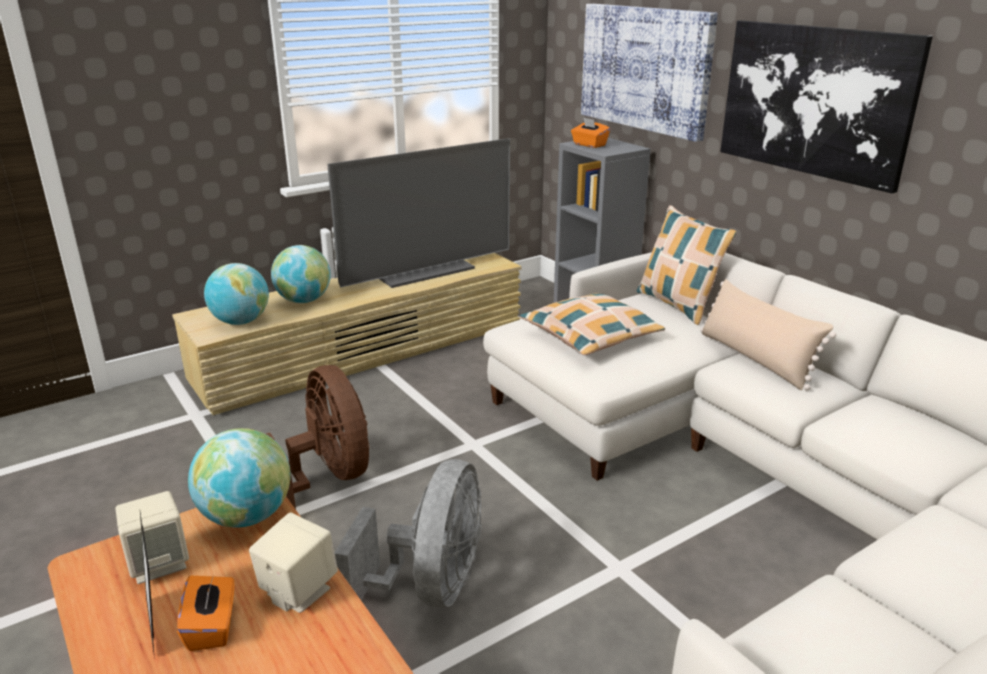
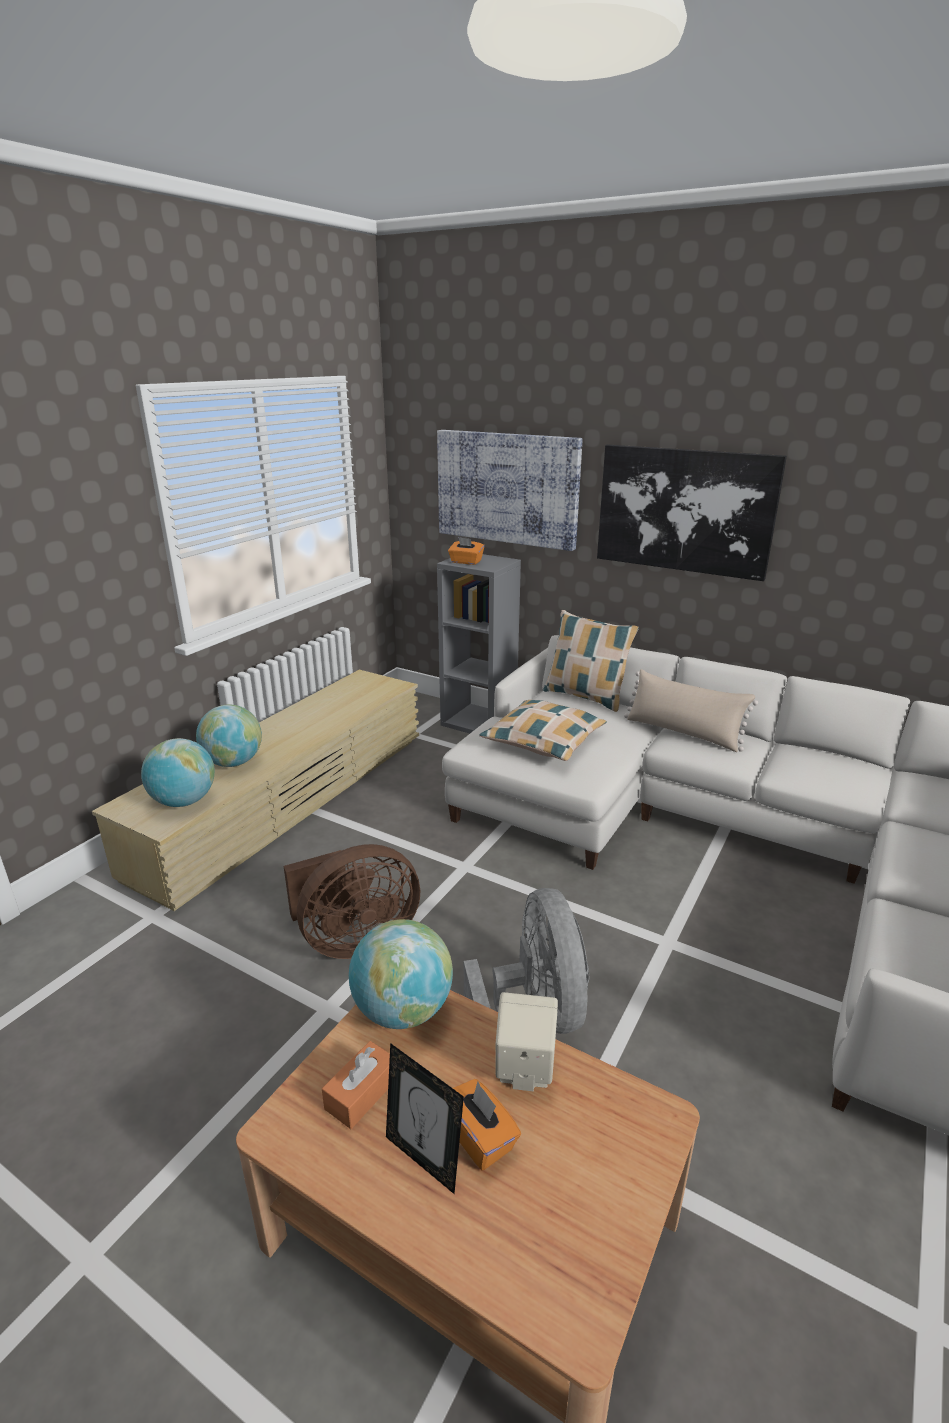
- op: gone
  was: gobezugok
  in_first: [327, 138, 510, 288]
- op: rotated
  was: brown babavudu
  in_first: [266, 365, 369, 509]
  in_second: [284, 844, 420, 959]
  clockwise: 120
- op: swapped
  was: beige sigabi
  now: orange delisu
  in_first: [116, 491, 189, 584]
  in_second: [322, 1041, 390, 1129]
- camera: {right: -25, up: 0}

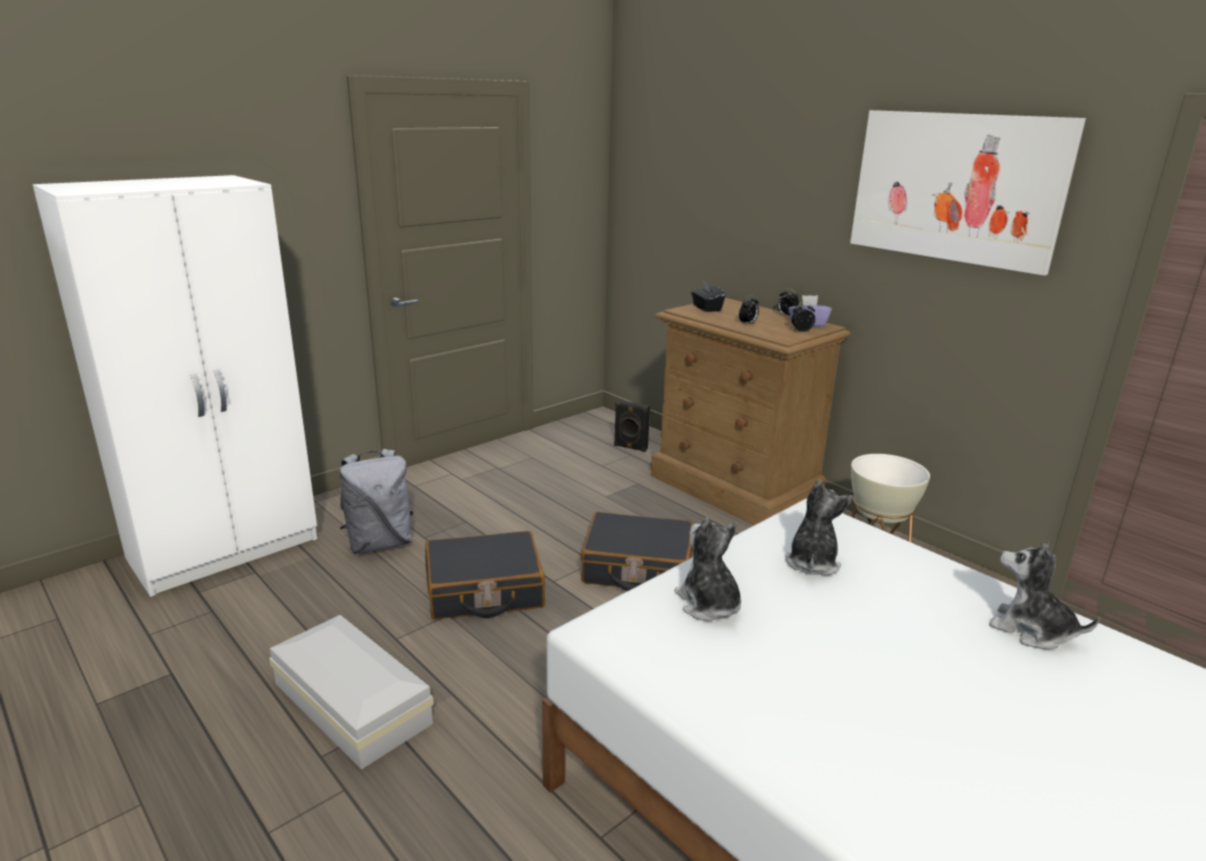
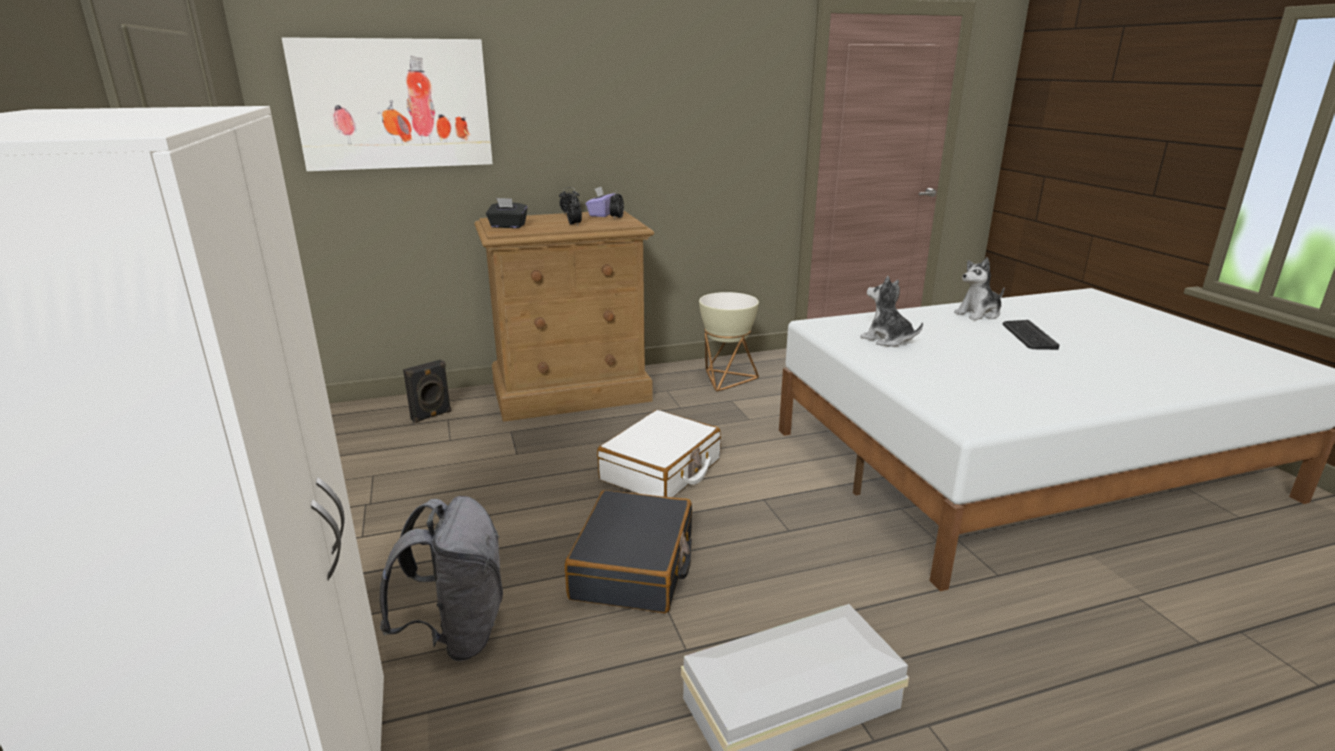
- op: shifted
  was: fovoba
  in_first: [850, 110, 1086, 276]
  in_second: [282, 37, 493, 171]
- op: repainted
  was: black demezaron
  now: white demezaron
  in_first: [581, 512, 693, 591]
  in_second: [597, 410, 721, 498]
- op: gone
  was: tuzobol
  in_first: [675, 517, 741, 621]
- op: new
  now: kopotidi
  in_second: [1003, 320, 1059, 350]
- camera: {right: -65, up: 0}

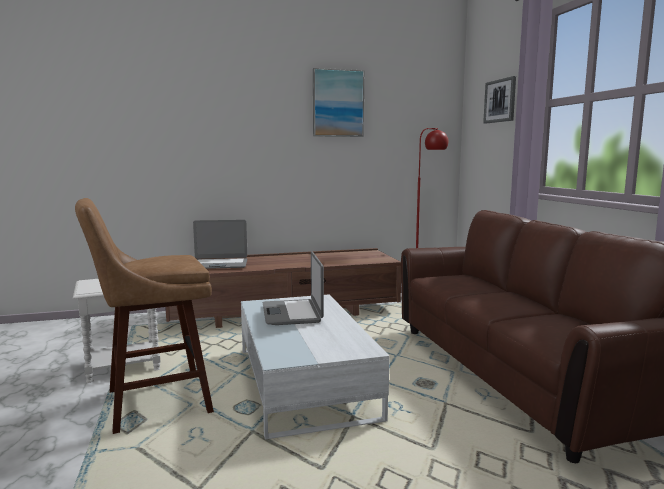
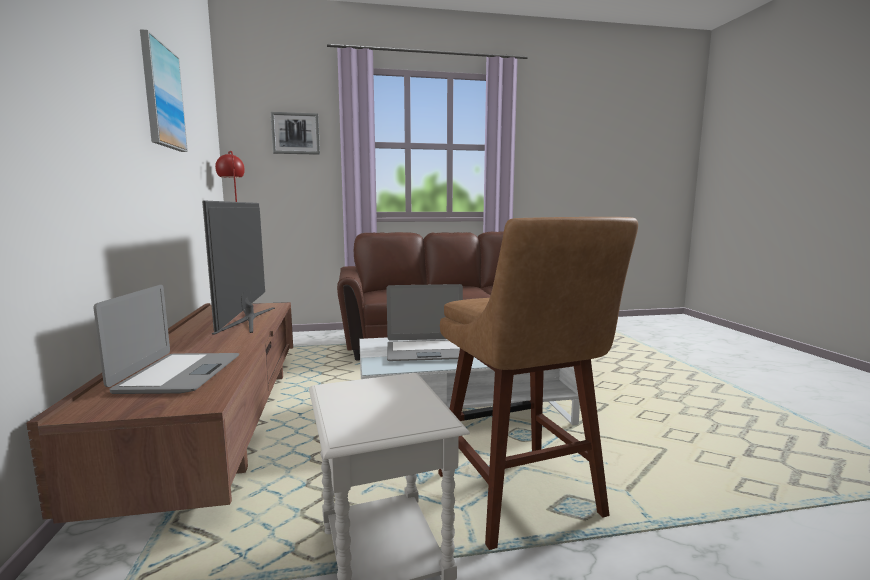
- op: new
  now: gobezugok
  in_second: [202, 200, 275, 335]
- camera: {right: -85, up: 0}

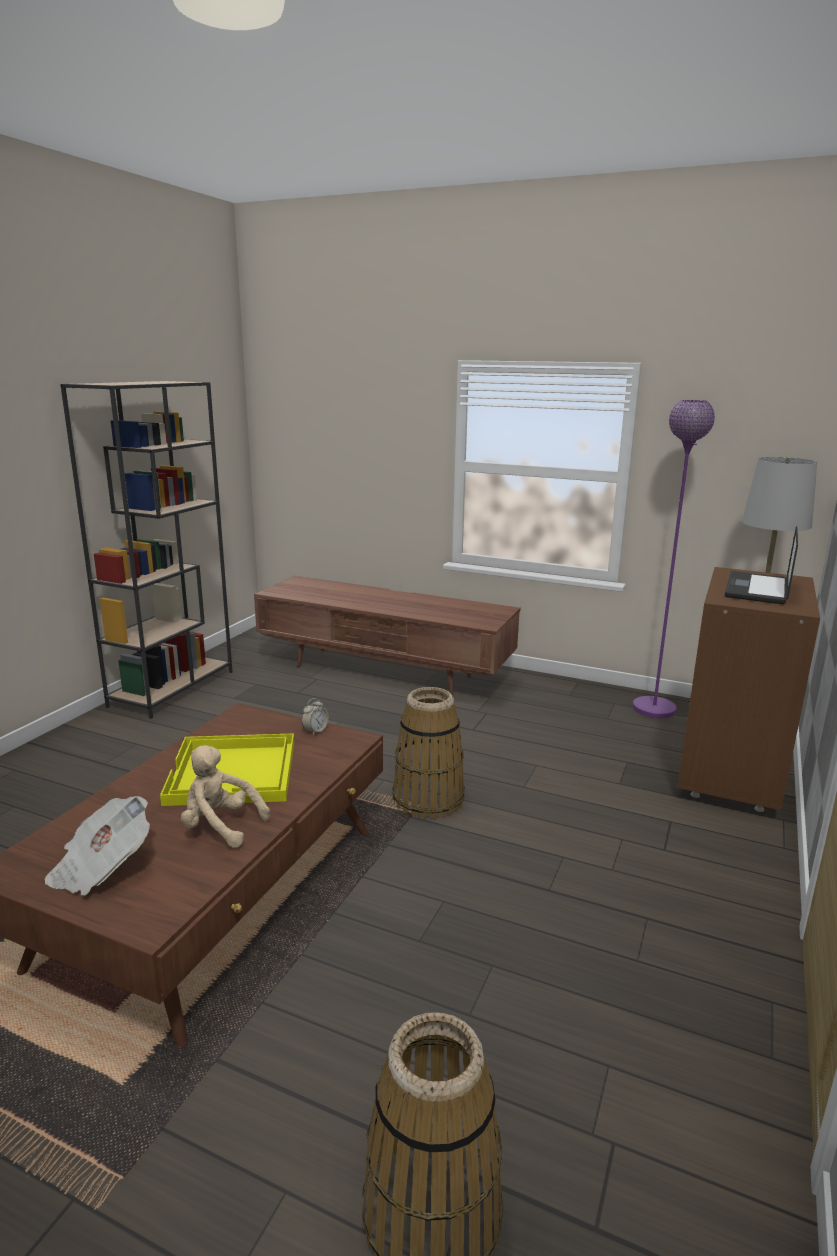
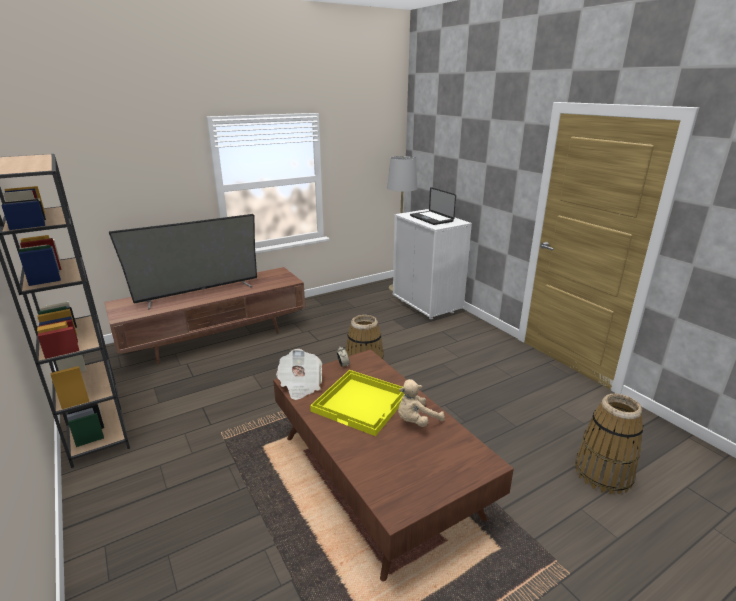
- op: gone
  was: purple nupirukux
  in_first: [633, 400, 715, 718]
- op: repainted
  was: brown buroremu
  now: white buroremu
  in_first: [677, 567, 820, 812]
  in_second: [393, 209, 472, 320]
- op: shifted
  was: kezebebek
  in_first: [45, 796, 150, 896]
  in_second: [276, 349, 322, 400]
- op: new
  now: gobezugok
  in_second: [109, 214, 257, 310]
- camera: {right: -55, up: 5}

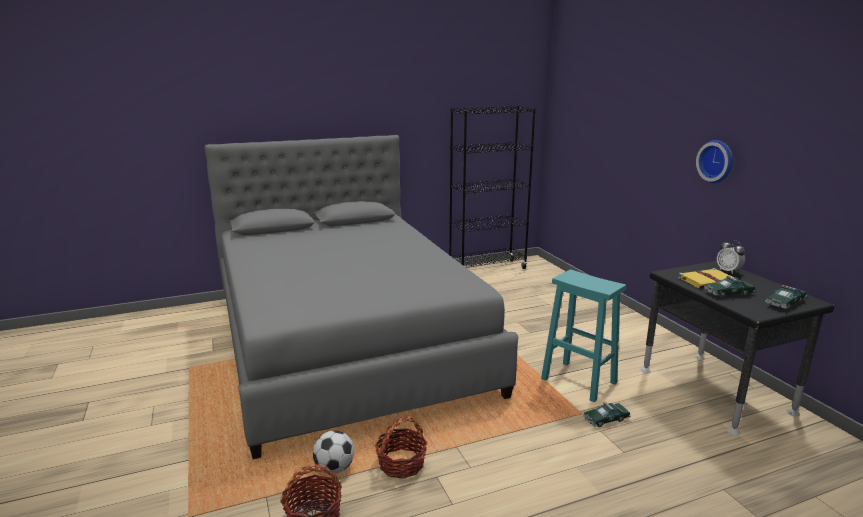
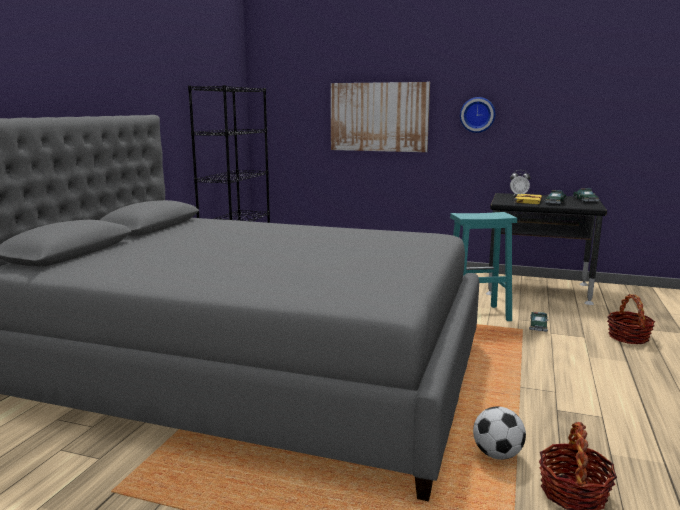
- op: shifted
  was: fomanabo
  in_first: [375, 416, 428, 479]
  in_second: [607, 294, 655, 345]
- op: new
  now: fovoba
  in_second: [331, 82, 430, 152]
- camera: {right: -50, up: -5}

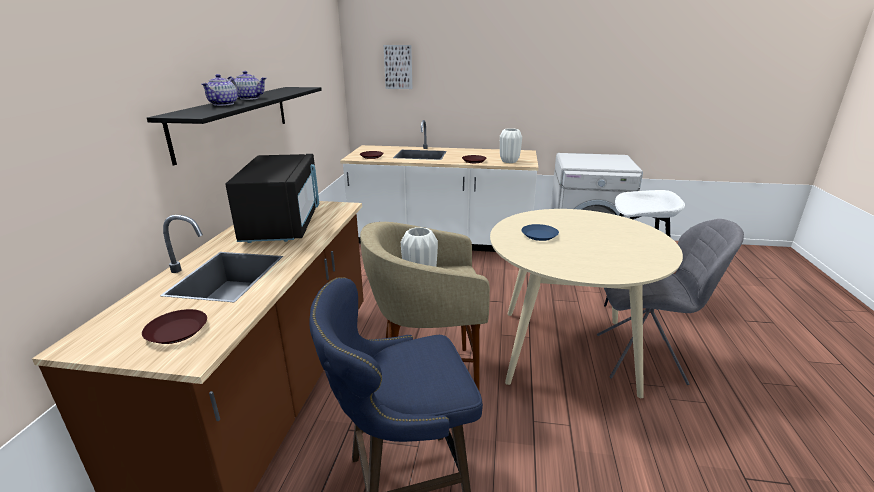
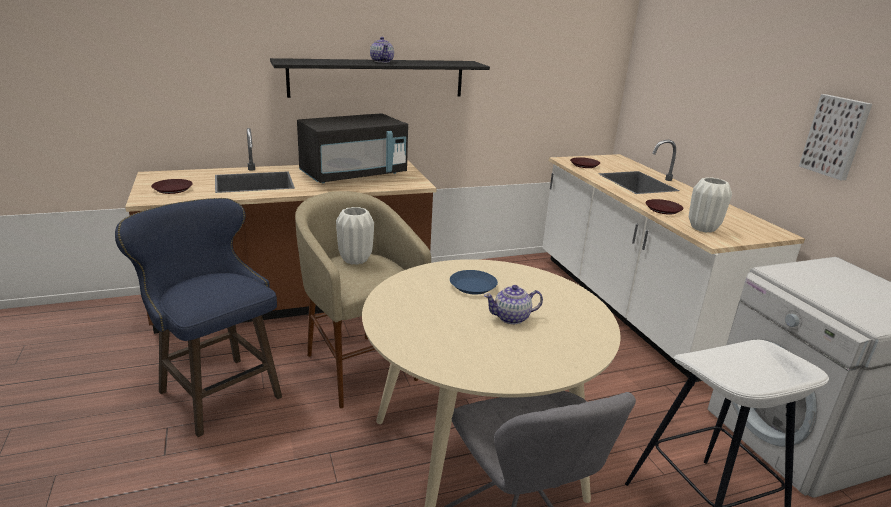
- op: shifted
  was: fovoba
  in_first: [384, 45, 412, 89]
  in_second: [799, 94, 872, 180]
- op: shifted
  was: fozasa
  in_first: [201, 74, 238, 106]
  in_second: [484, 285, 543, 324]
- camera: {right: 60, up: 0}

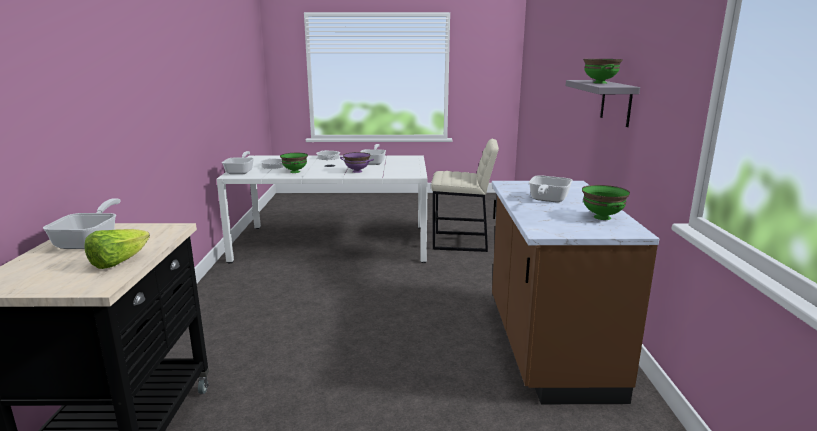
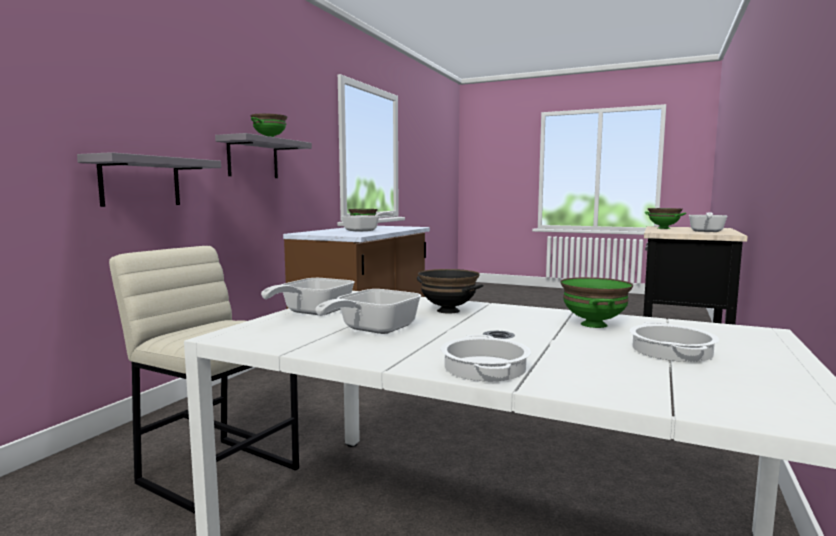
- op: shifted
  was: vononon
  in_first: [222, 151, 254, 174]
  in_second: [261, 278, 355, 315]
- op: repainted
  was: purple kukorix
  now: black kukorix
  in_first: [340, 152, 374, 173]
  in_second: [417, 269, 483, 313]
- op: swapped
  was: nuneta
  now: green kukorix
  in_first: [84, 229, 150, 269]
  in_second: [645, 208, 686, 229]
- op: new
  now: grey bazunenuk
  in_second: [77, 152, 221, 207]
- camera: {right: -155, up: -10}

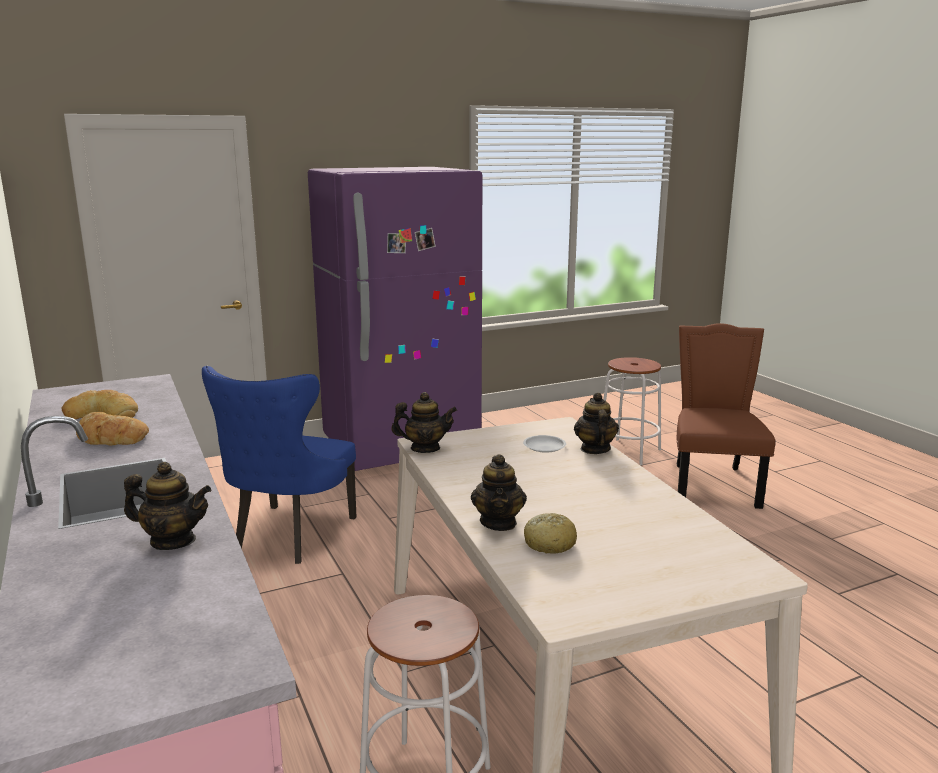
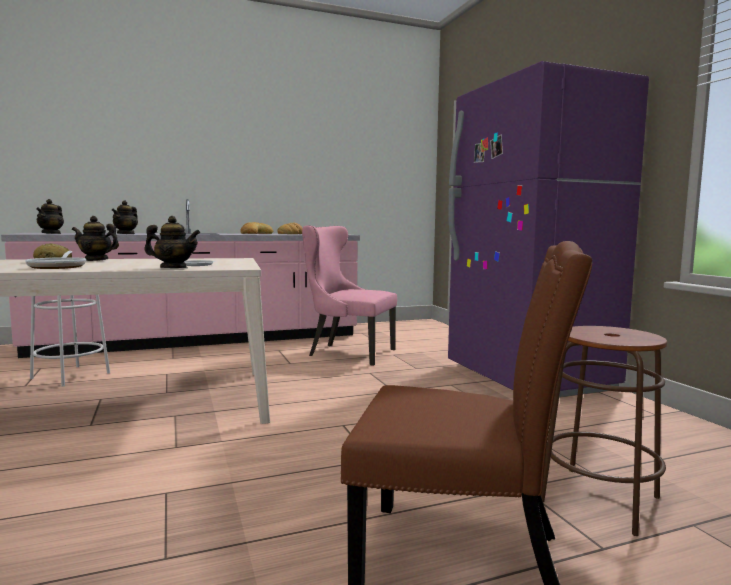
- op: repainted
  was: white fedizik
  now: brown fedizik
  in_first: [604, 357, 661, 465]
  in_second: [541, 326, 667, 536]
- op: repainted
  was: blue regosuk
  now: pink regosuk
  in_first: [202, 366, 356, 564]
  in_second: [302, 225, 397, 366]
- op: shifted
  was: fozasa
  in_first: [391, 392, 457, 453]
  in_second: [36, 199, 64, 234]
- op: new
  now: vononon
  in_second: [25, 251, 86, 269]
- camera: {right: 95, up: -10}

